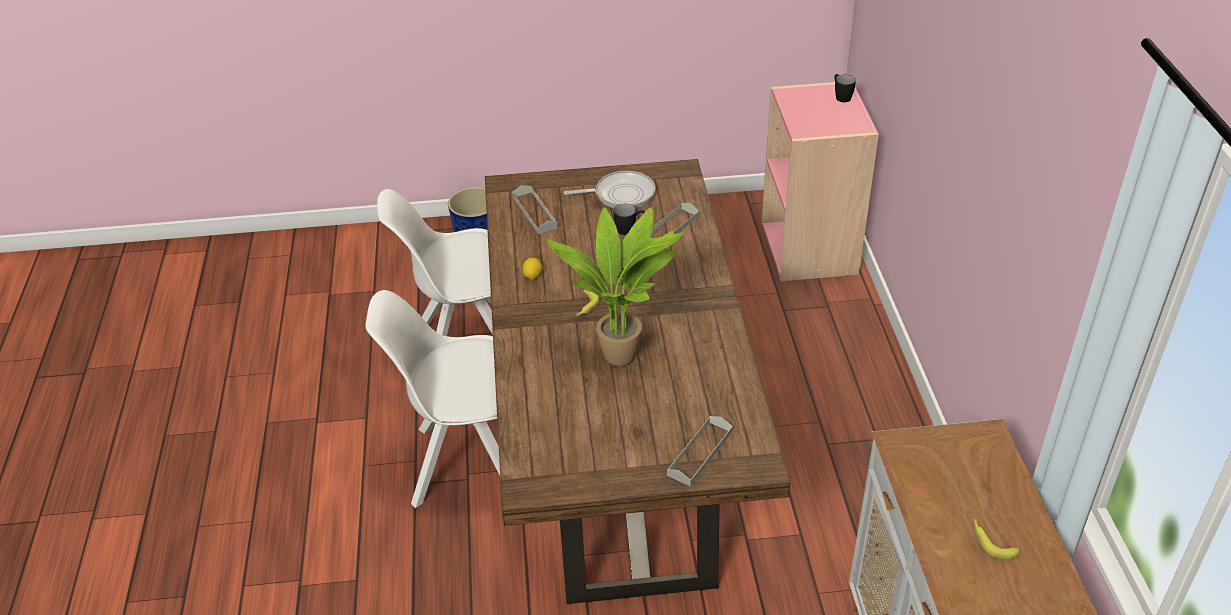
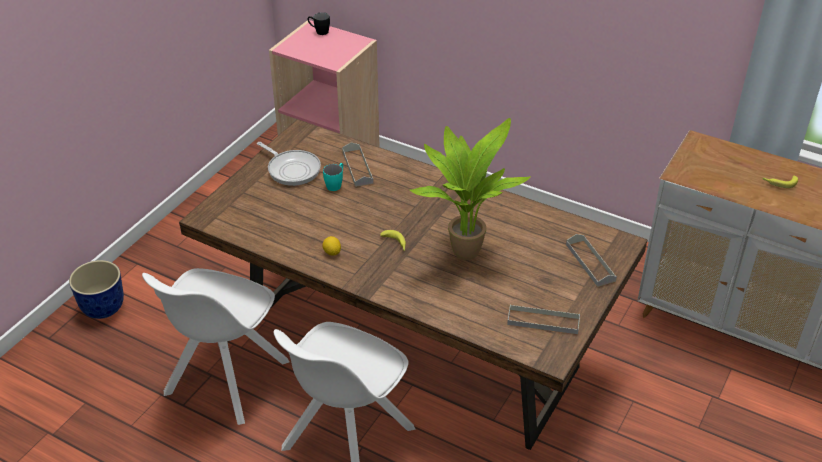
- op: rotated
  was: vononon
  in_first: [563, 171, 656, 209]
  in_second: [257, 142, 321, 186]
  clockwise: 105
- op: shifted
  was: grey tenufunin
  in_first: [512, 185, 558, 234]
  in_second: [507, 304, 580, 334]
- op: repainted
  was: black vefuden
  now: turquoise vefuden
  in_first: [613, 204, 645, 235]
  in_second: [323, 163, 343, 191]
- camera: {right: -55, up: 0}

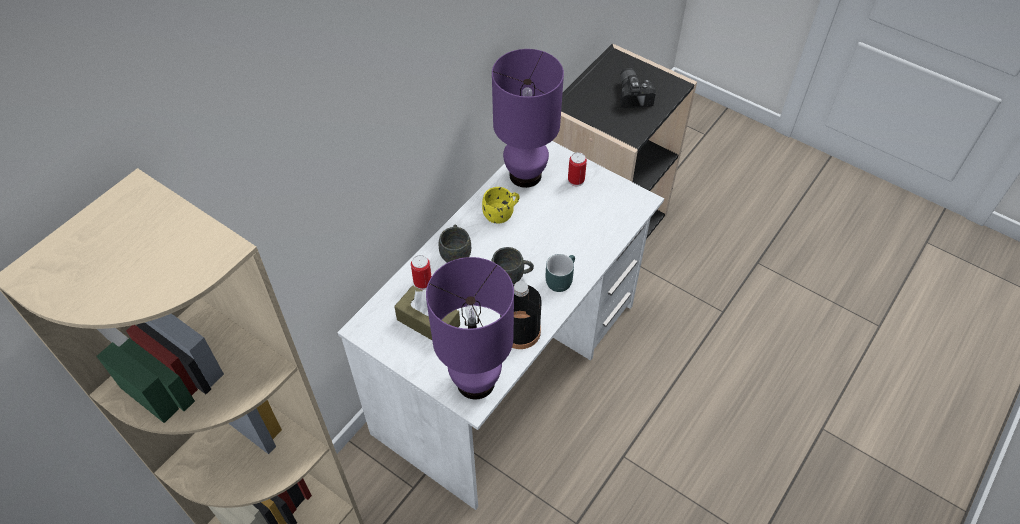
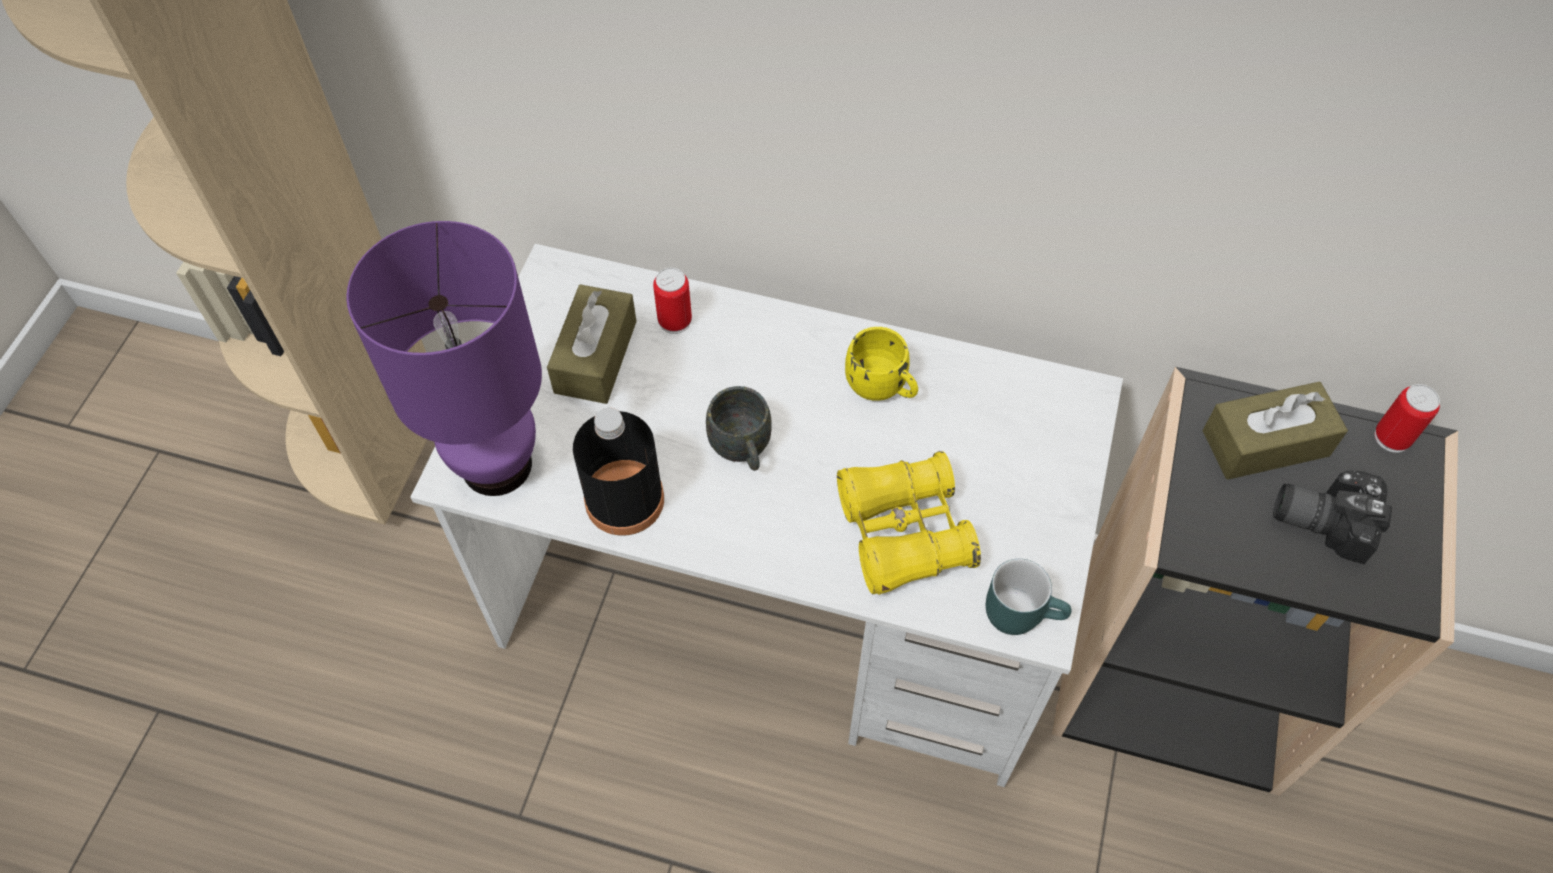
- op: gone
  was: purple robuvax
  in_first: [492, 49, 564, 188]
- op: rotated
  was: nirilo
  in_first: [620, 68, 656, 108]
  in_second: [1273, 470, 1392, 564]
  clockwise: -135
- op: shifted
  was: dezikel
  in_first: [568, 152, 587, 186]
  in_second: [1374, 384, 1440, 453]
- op: gone
  was: grey vefuden
  in_first: [439, 225, 471, 263]
- op: shifted
  was: turquoise vefuden
  in_first: [546, 254, 575, 292]
  in_second: [986, 559, 1072, 635]
- op: new
  now: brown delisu
  in_second: [1202, 382, 1348, 480]
- op: new
  now: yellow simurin
  in_second: [837, 451, 981, 595]
- camera: {right: 70, up: 5}

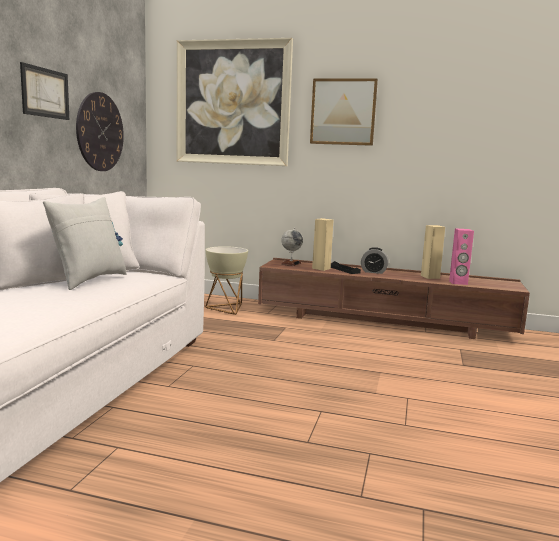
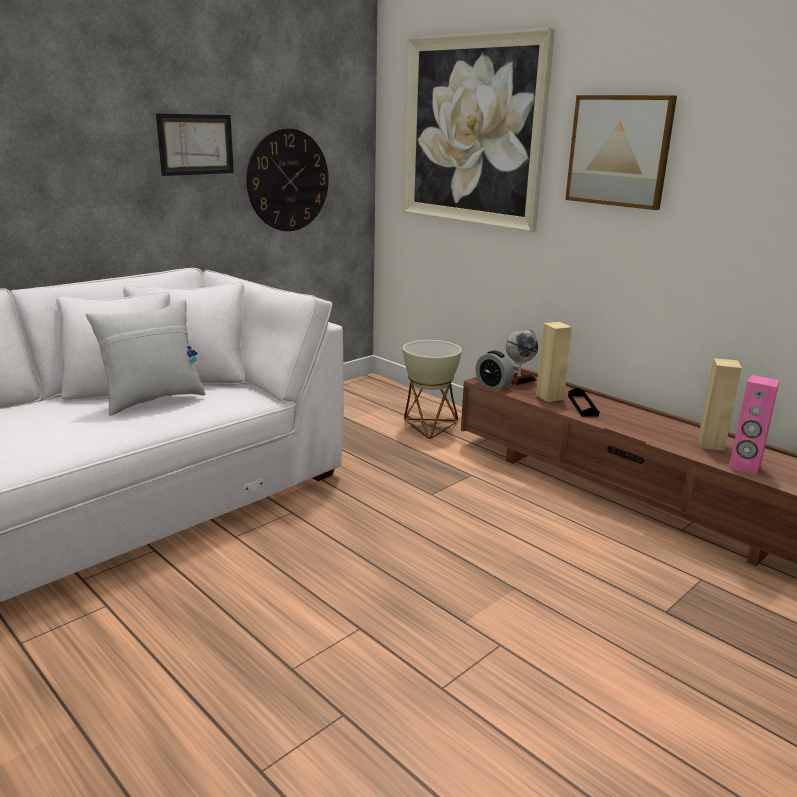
- op: shifted
  was: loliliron
  in_first: [361, 247, 389, 274]
  in_second: [476, 350, 514, 390]
- camera: {right: 30, up: 10}

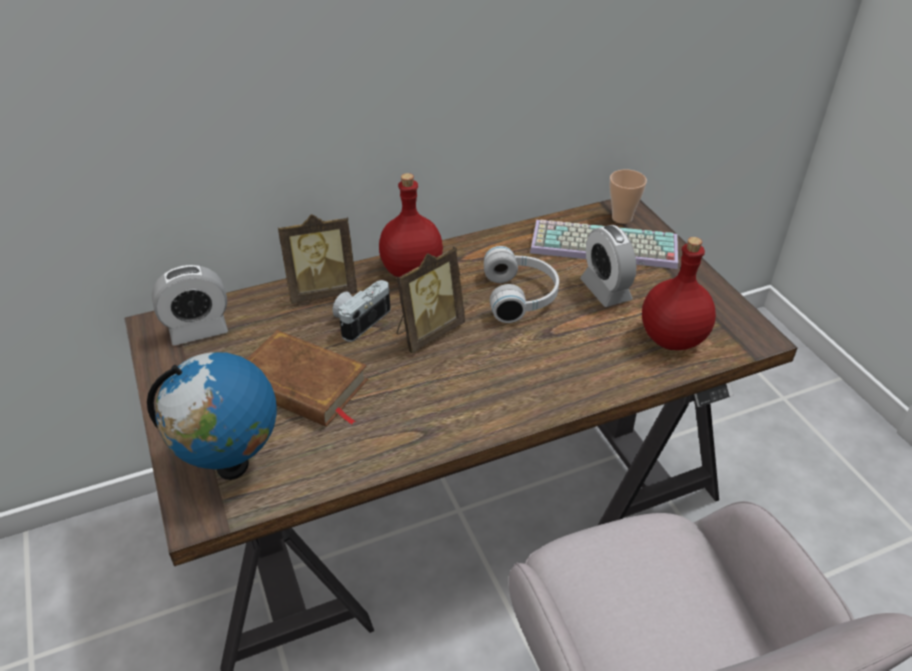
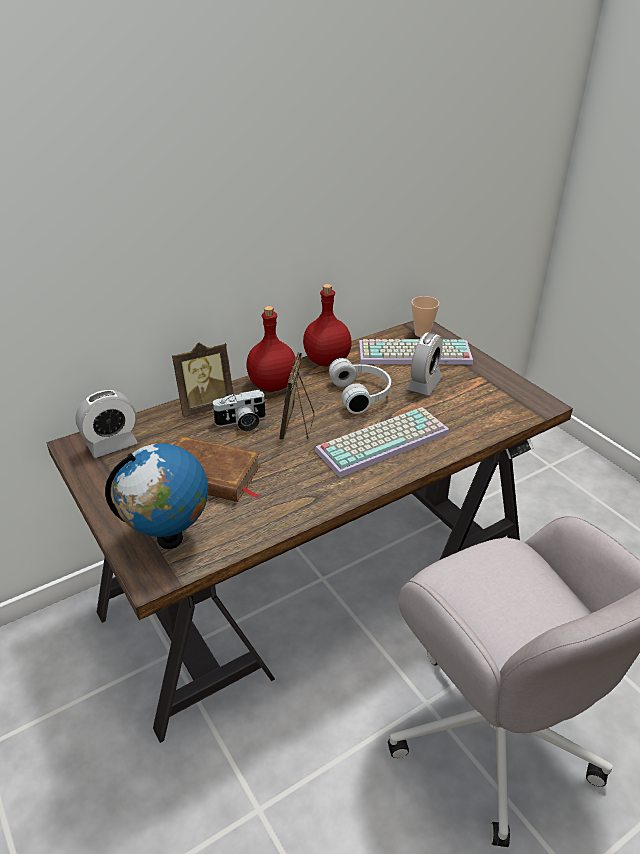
- op: rotated
  was: loliliron
  in_first: [580, 225, 637, 307]
  in_second: [406, 332, 443, 395]
  clockwise: -120
- op: shifted
  was: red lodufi
  in_first: [642, 237, 716, 350]
  in_second: [303, 284, 352, 366]
- op: rotated
  was: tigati
  in_first: [397, 247, 465, 353]
  in_second: [279, 352, 315, 440]
  clockwise: 150
- op: rotated
  was: nirilo
  in_first: [332, 280, 391, 342]
  in_second: [211, 390, 266, 432]
  clockwise: -135
- op: new
  now: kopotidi
  in_second: [315, 407, 449, 477]
- camera: {right: -10, up: -5}

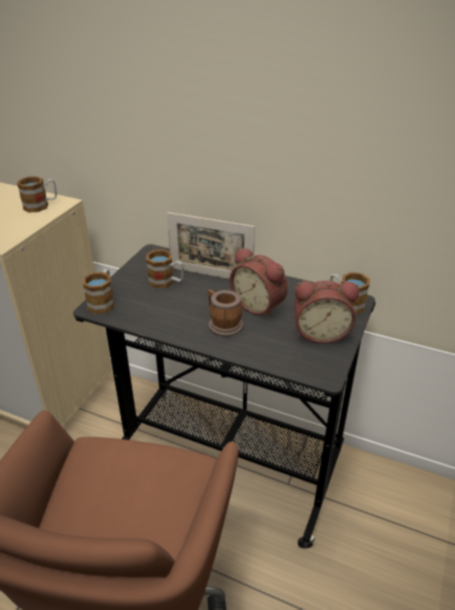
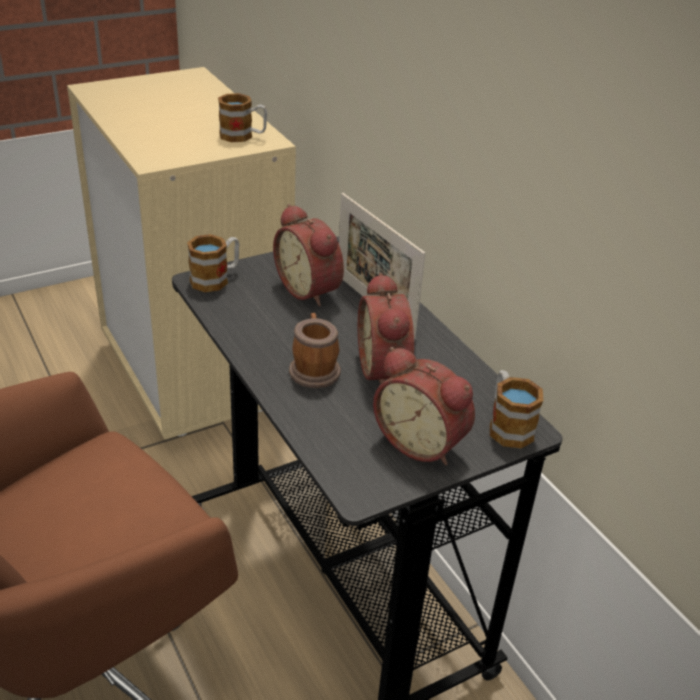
- op: swapped
  was: vefuden
  now: loliliron
  in_first: [146, 249, 184, 289]
  in_second: [273, 204, 344, 307]
- camera: {right: 35, up: 0}

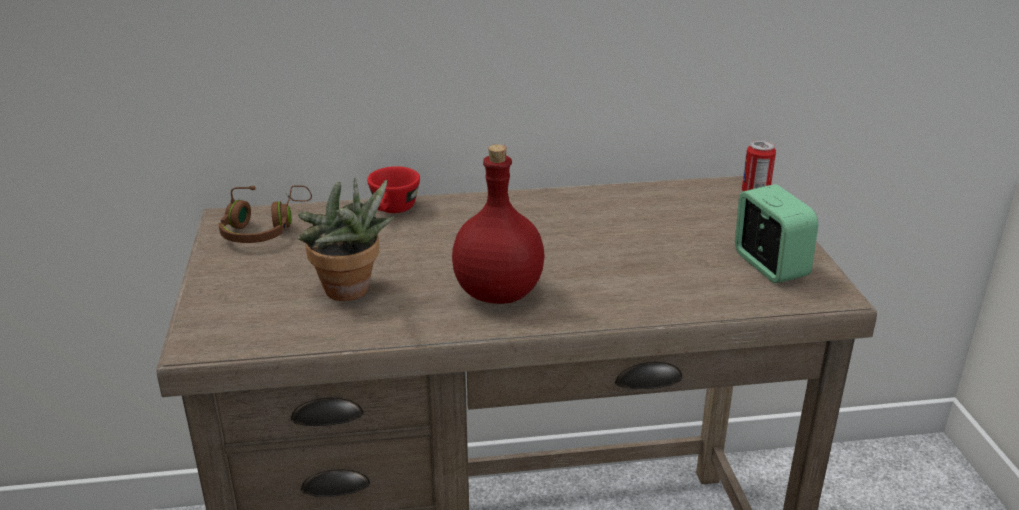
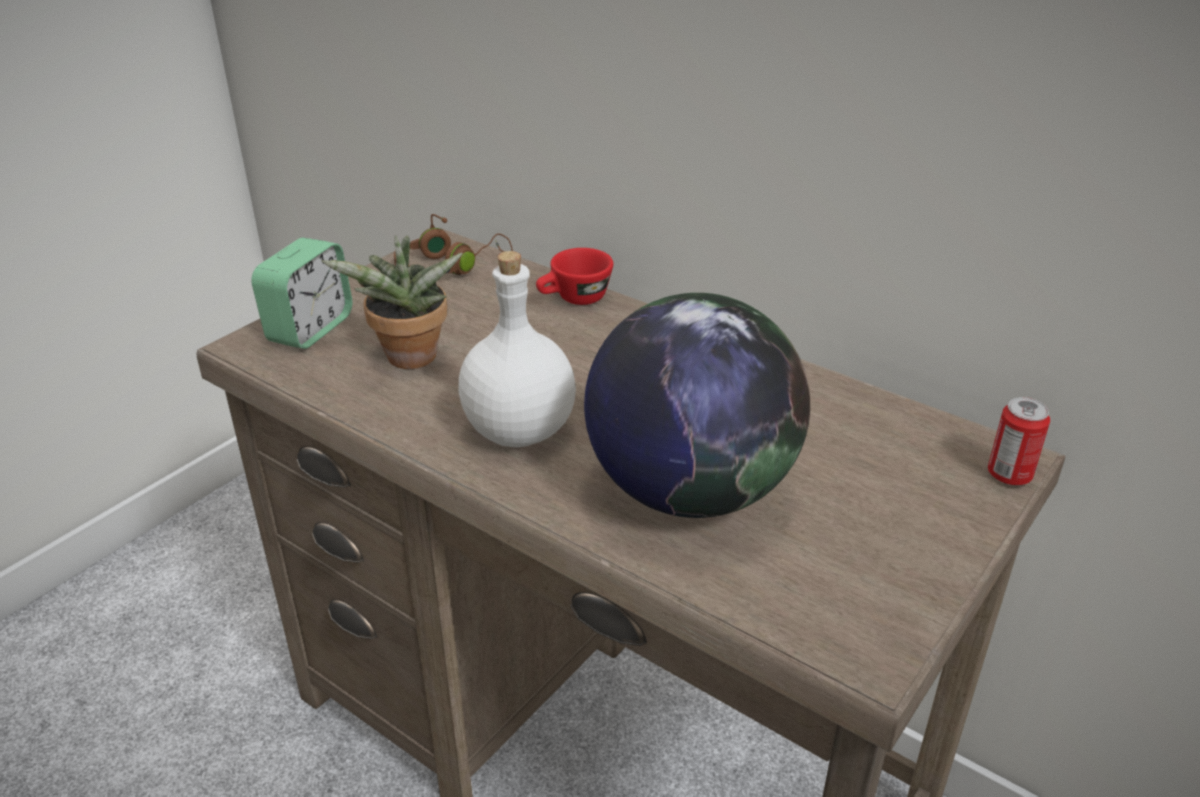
- op: repainted
  was: red lodufi
  now: white lodufi
  in_first: [452, 144, 545, 304]
  in_second: [459, 251, 576, 447]
- op: shifted
  was: loliliron
  in_first: [735, 184, 818, 283]
  in_second: [251, 238, 352, 349]
- op: new
  now: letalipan
  in_second: [584, 293, 810, 518]
- camera: {right: 45, up: 5}

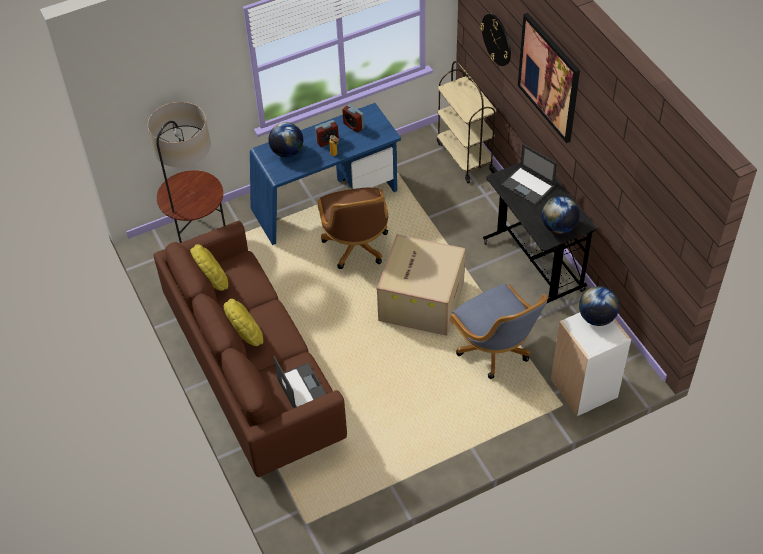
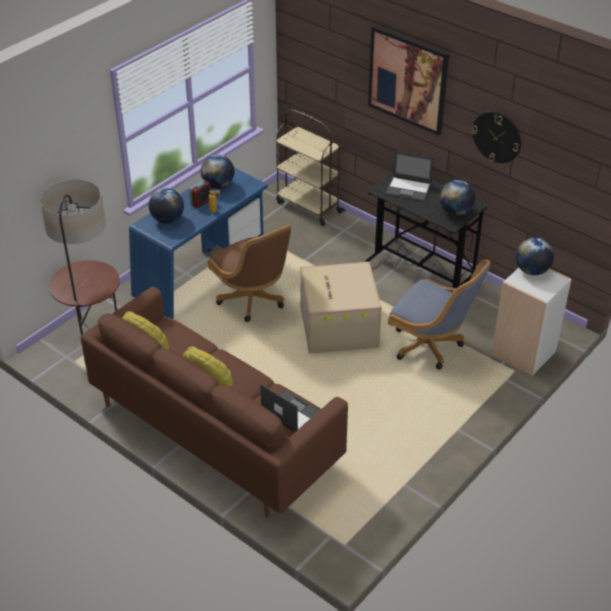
- op: shifted
  was: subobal
  in_first: [480, 14, 511, 66]
  in_second: [472, 111, 521, 163]
- op: swapped
  was: loliliron
  now: letalipan
  in_first: [342, 104, 364, 133]
  in_second: [201, 154, 235, 189]
- camera: {right: -25, up: -10}

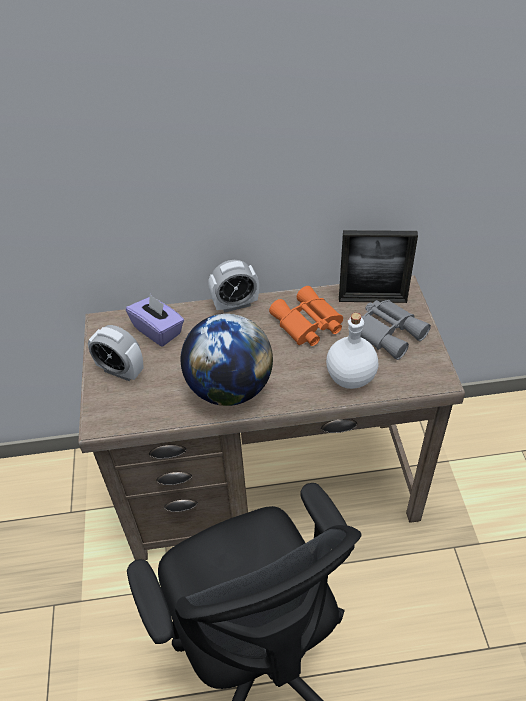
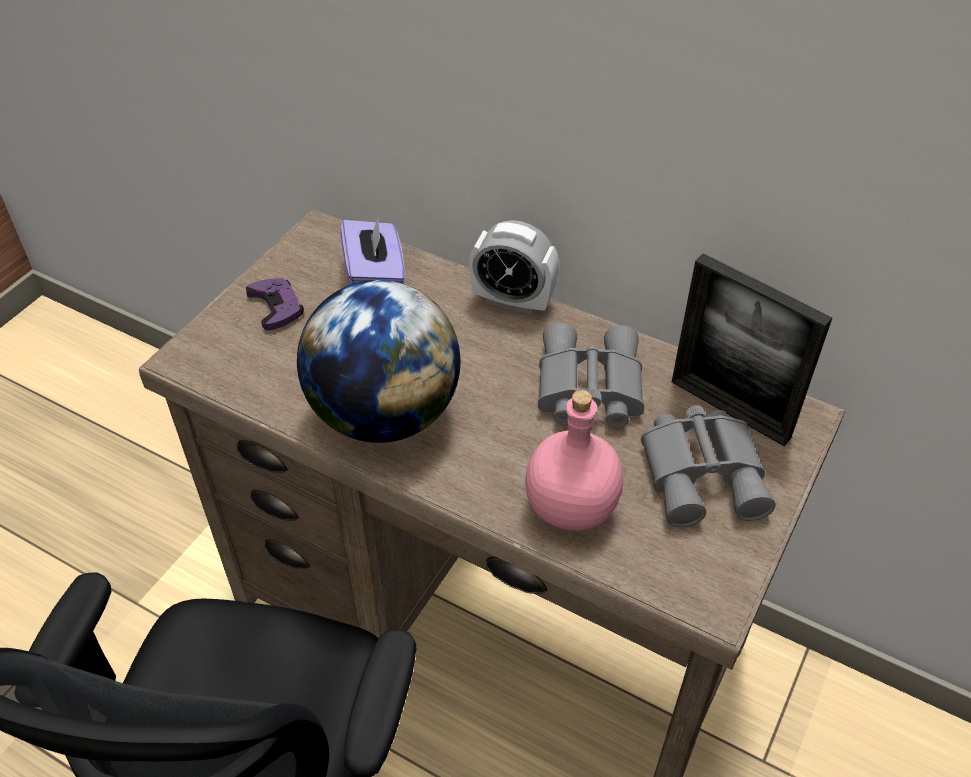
- op: repainted
  was: orange simurin
  now: grey simurin
  in_first: [269, 286, 343, 346]
  in_second: [538, 323, 644, 427]
- op: repainted
  was: white lodufi
  now: pink lodufi
  in_first: [326, 313, 378, 389]
  in_second: [525, 390, 623, 531]
- op: swapped
  was: loliliron
  now: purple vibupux
  in_first: [88, 325, 143, 381]
  in_second: [246, 278, 304, 330]
- camera: {right: 35, up: 0}

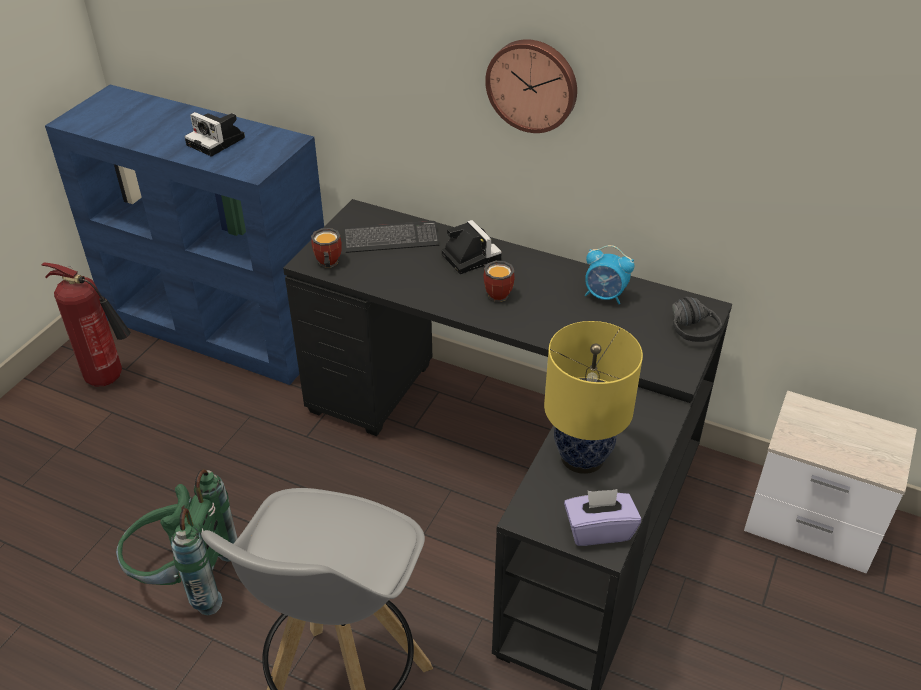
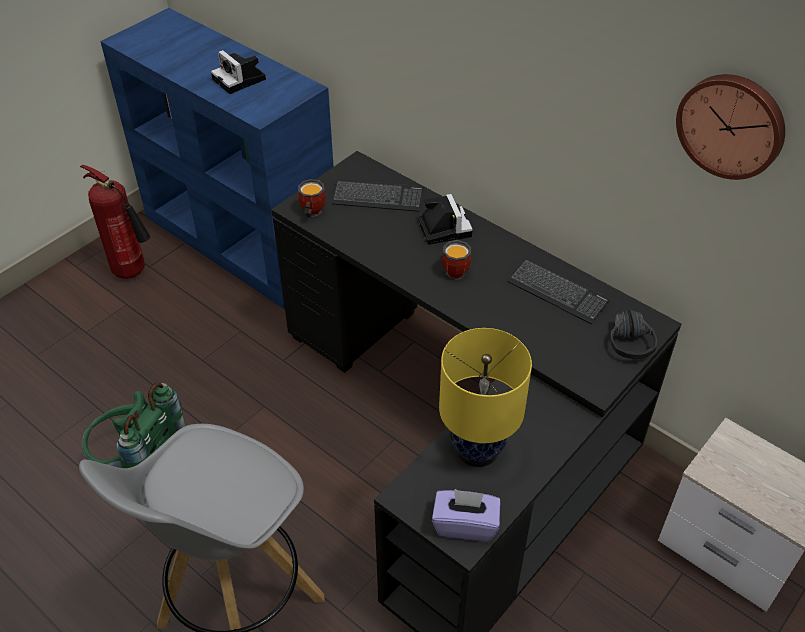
- op: shifted
  was: subobal
  in_first: [485, 39, 577, 133]
  in_second: [676, 74, 785, 180]
- op: swapped
  was: loliliron
  now: kopotidi
  in_first: [585, 245, 634, 305]
  in_second: [507, 258, 610, 324]
- camera: {right: 15, up: 5}

